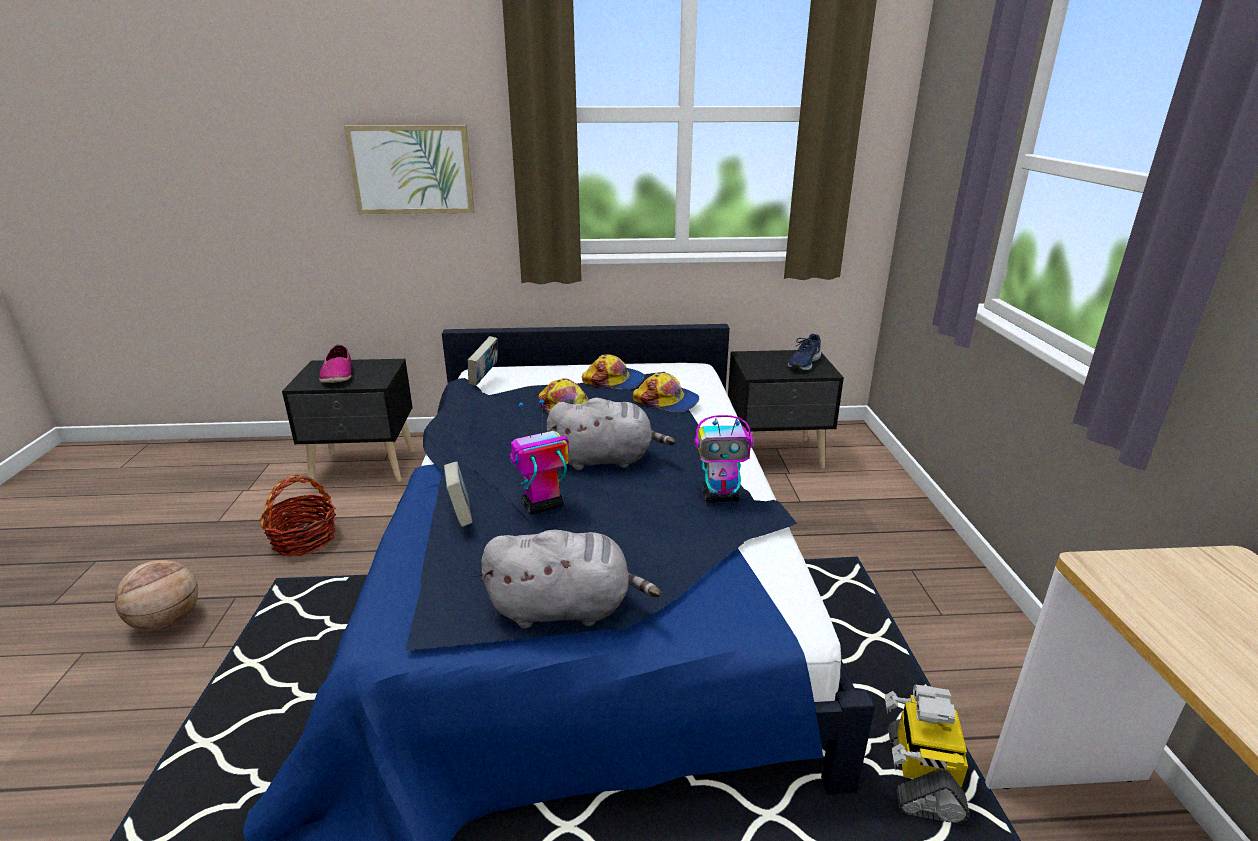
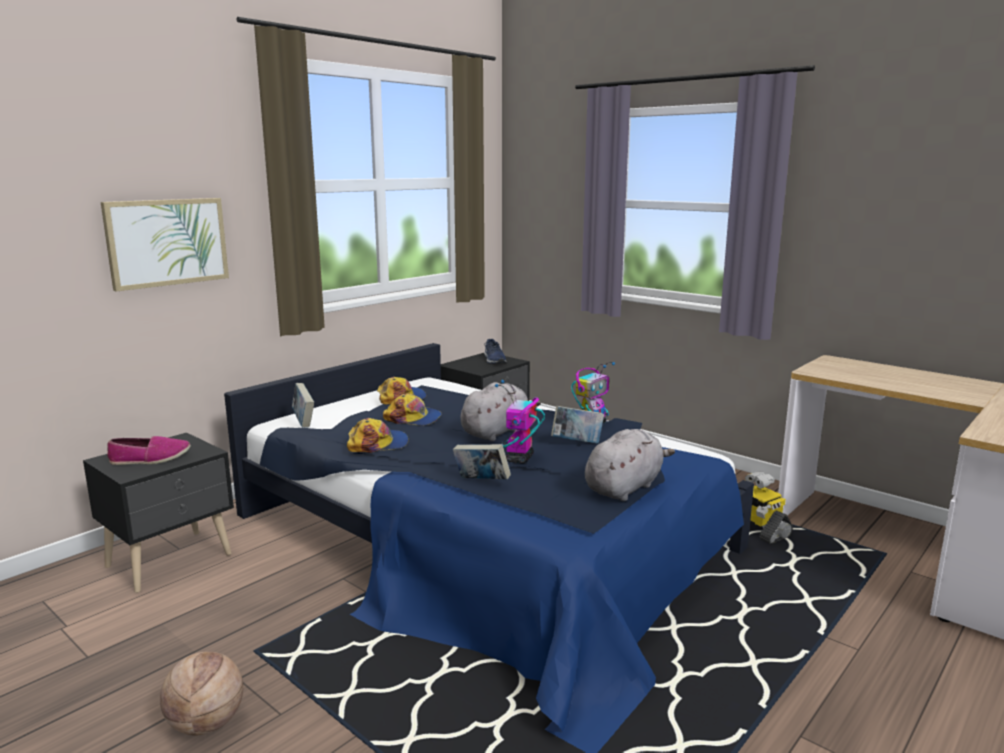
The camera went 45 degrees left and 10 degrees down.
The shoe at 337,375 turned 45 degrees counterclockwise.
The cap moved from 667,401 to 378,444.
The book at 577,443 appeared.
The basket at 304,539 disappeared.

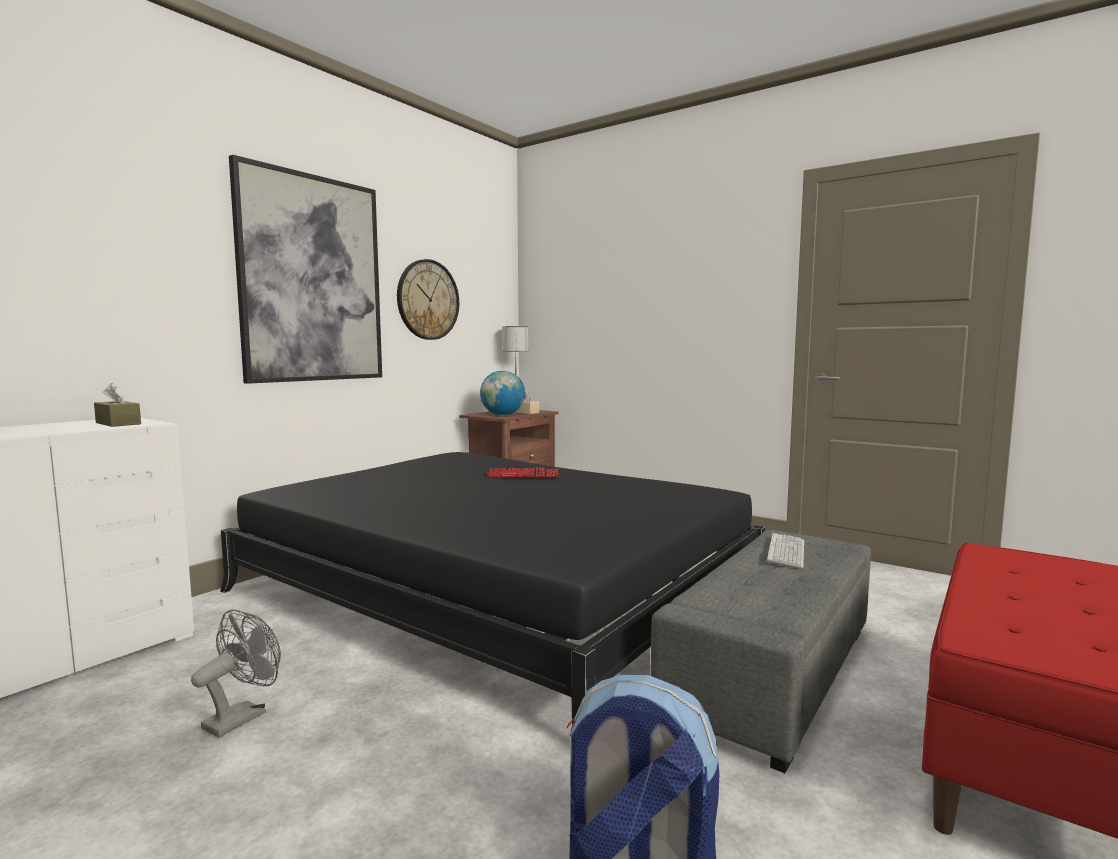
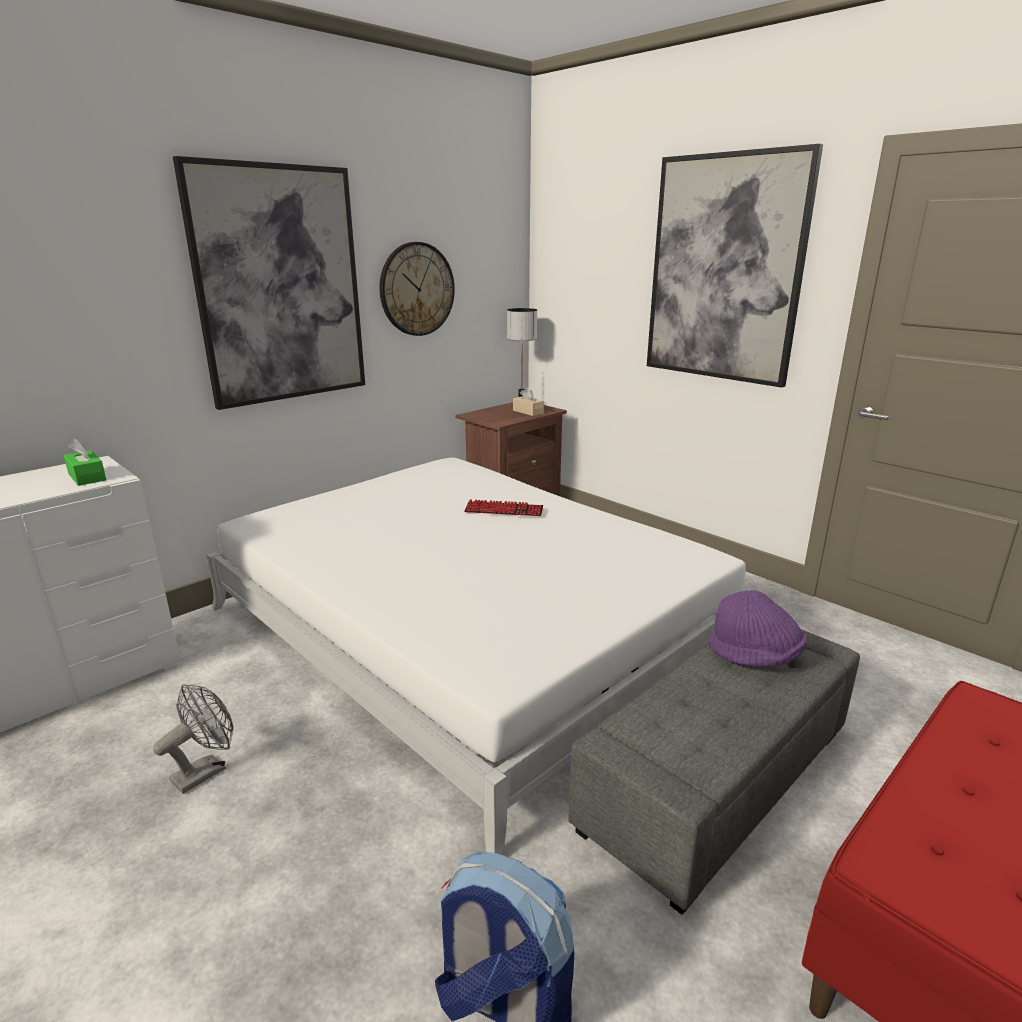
The camera went 10 degrees right and 15 degrees up.
The tissue box in brown at 118,423 became the tissue box in green at 87,477.
The bed in black at 496,589 became the bed in white at 468,630.
The picture at 725,270 appeared.
The keyboard at 786,552 was replaced by the hat in purple at 755,656.
The globe at 503,415 disappeared.

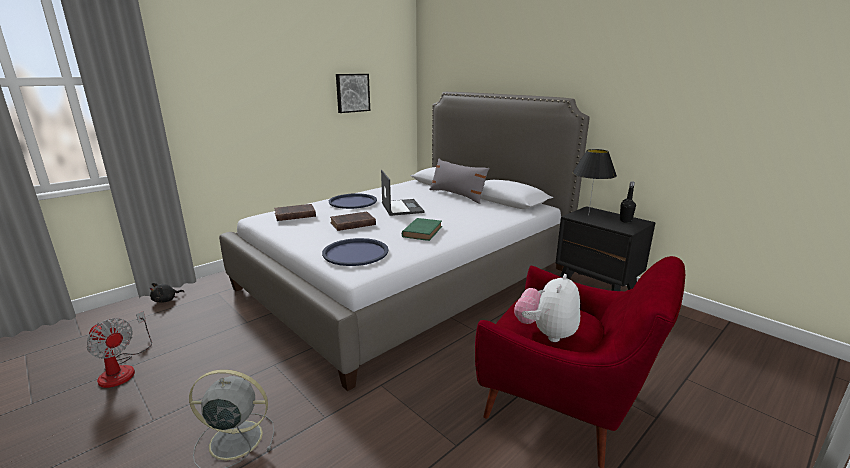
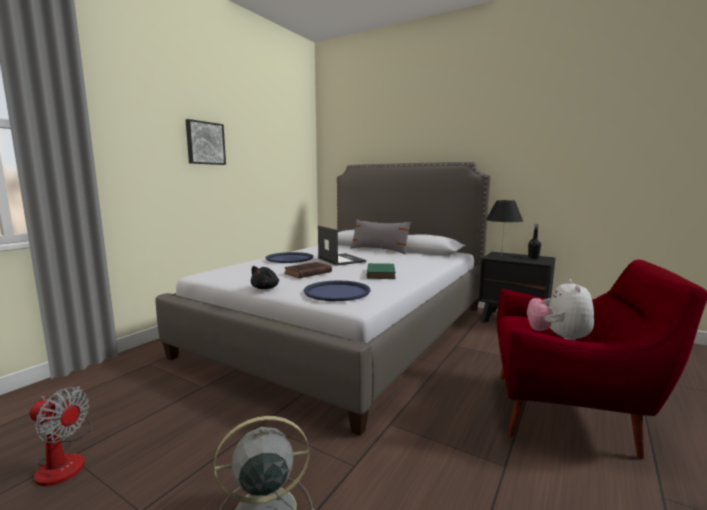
The camera went 15 degrees left and 10 degrees down.
The picture moved from 352,93 to 205,143.
The plush toy in black moved from 166,300 to 266,288.
The book in brown at 294,215 disappeared.

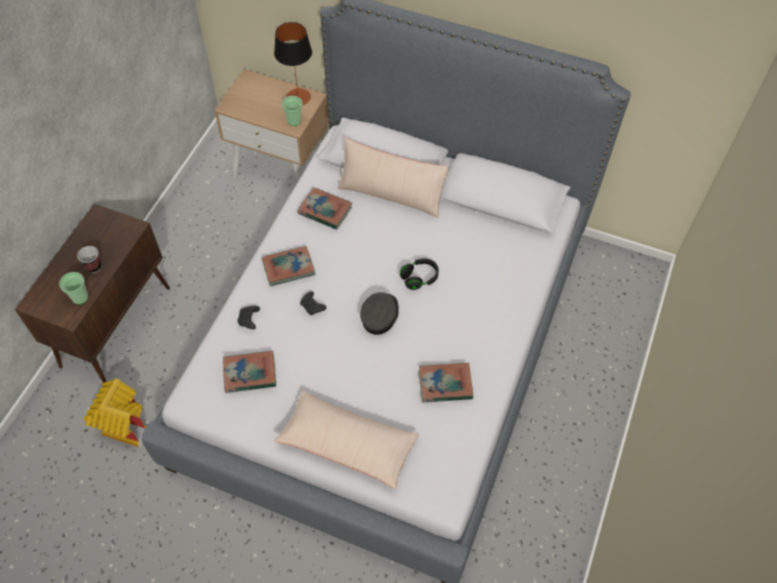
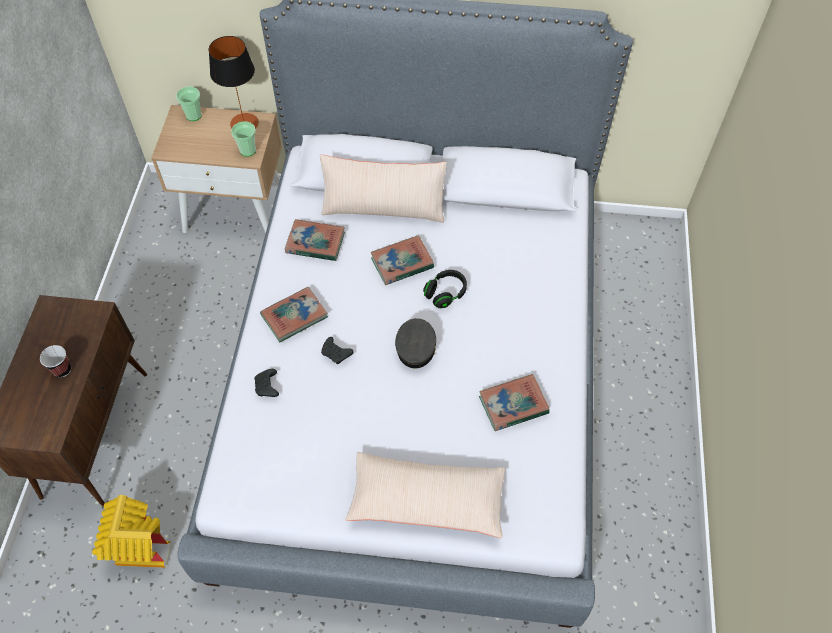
The camera went 15 degrees left and 0 degrees up.
The cup moved from 80,297 to 194,115.
The book moved from 250,374 to 402,263.

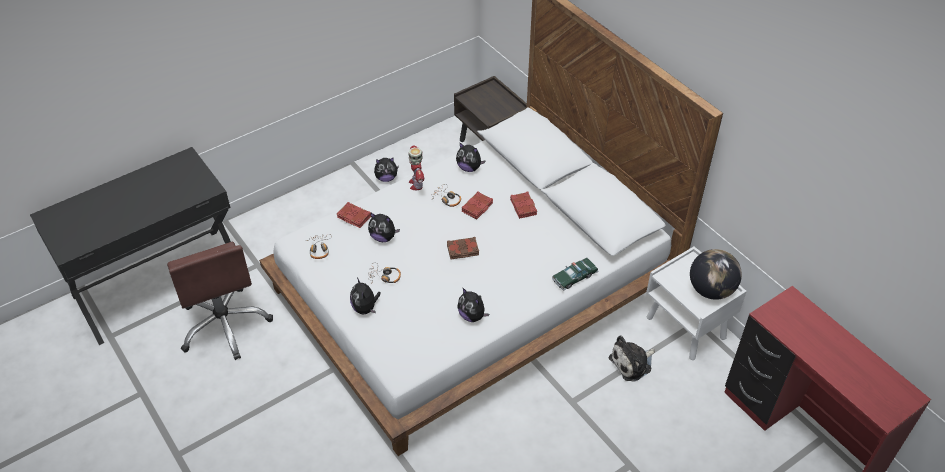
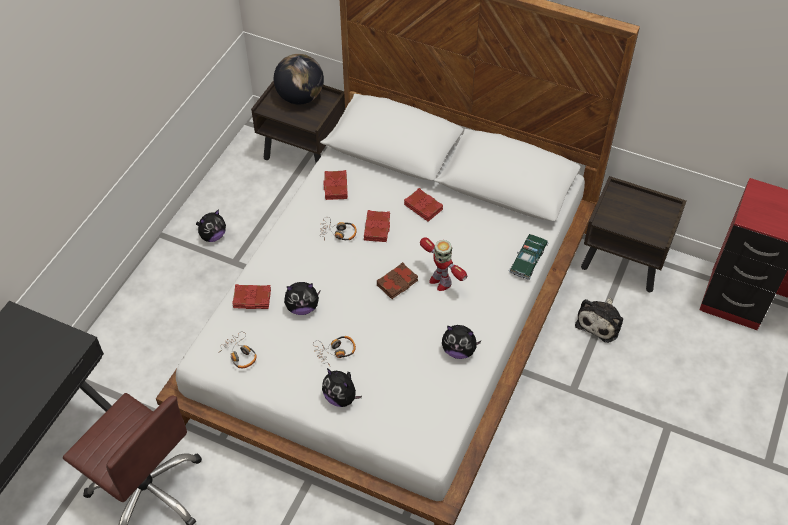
The camera went 30 degrees left and 5 degrees up.
The globe moved from 711,290 to 300,97.
The plush toy at 469,168 was replaced by the book in red at 335,187.
The toy robot moved from 416,184 to 440,281.
The nightstand in white at 686,328 became the nightstand in brown at 624,262.

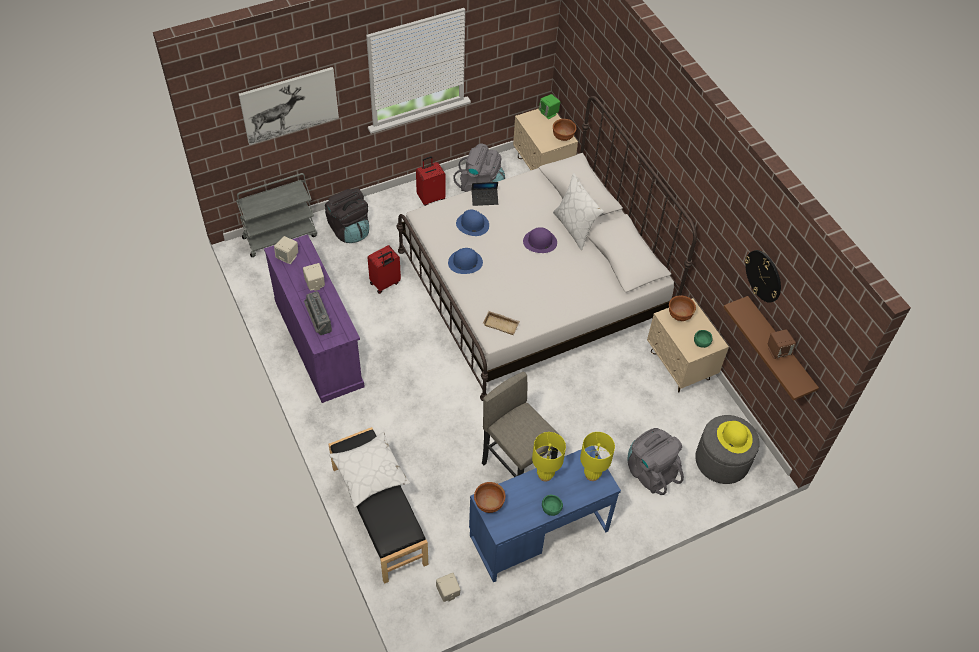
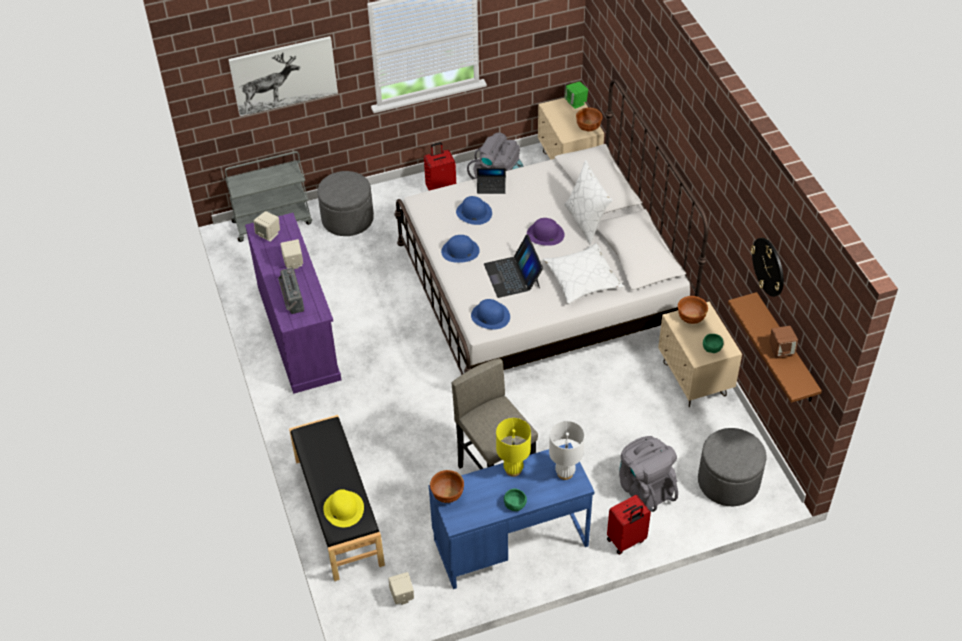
The camera went 10 degrees right and 5 degrees down.
The backpack in black at 349,230 was replaced by the ottoman in grey at 347,219.
The hat in yellow moved from 734,437 to 343,508.
The tray in beige at 501,324 was replaced by the hat in blue at 490,316.
The laptop at 512,275 appeared.
The pillow in white moved from 369,473 to 582,279.
The table lamp in yellow at 592,474 became the table lamp in white at 565,473.
The suitcase in red moved from 385,283 to 626,541.

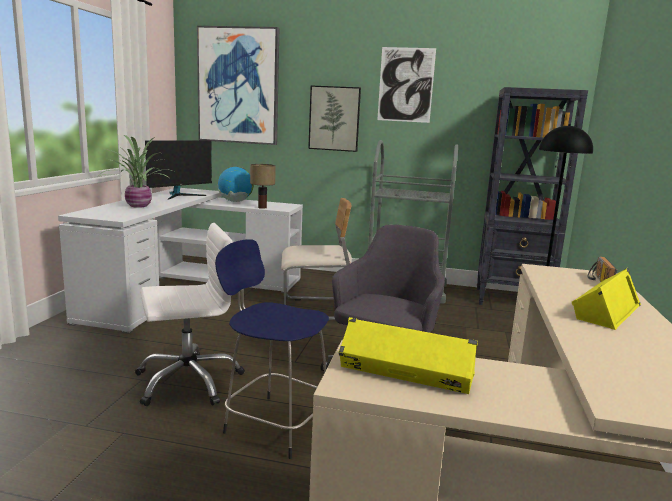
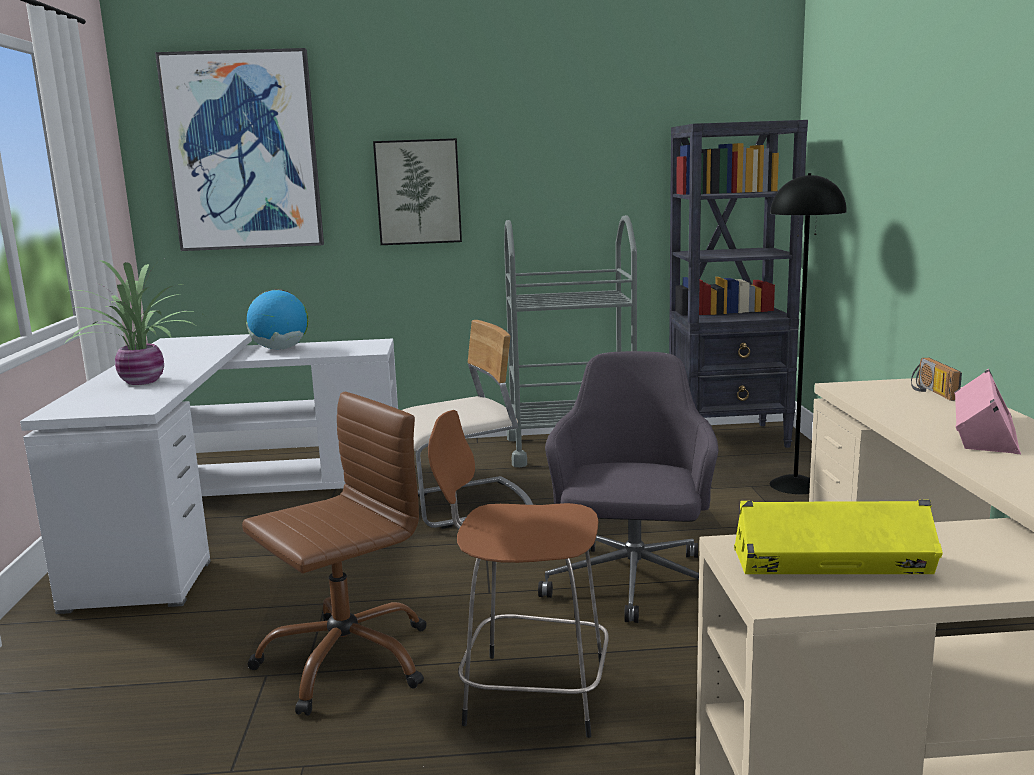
The camera went 15 degrees left and 0 degrees up.
The office chair in white at 188,381 became the office chair in brown at 345,660.
The stool in blue at 274,424 became the stool in brown at 529,693.
The speaker in yellow at 604,310 became the speaker in pink at 981,430.
The monitor at 180,195 disappeared.
The table lamp at 262,207 disappeared.
The picture at 406,85 disappeared.

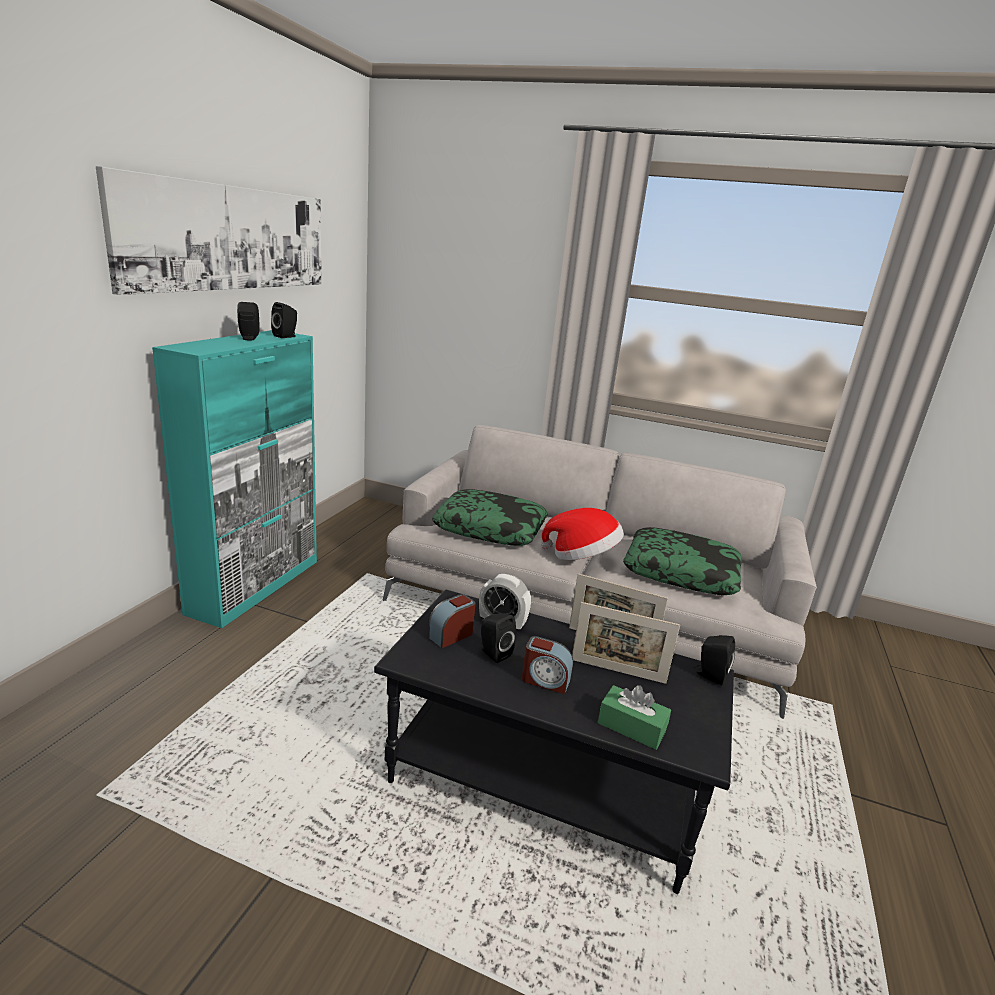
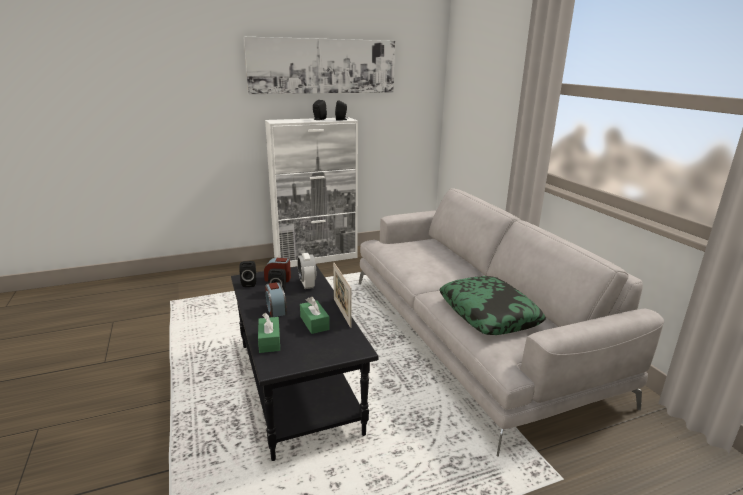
The camera went 50 degrees right and 0 degrees up.
The speaker in black moved from 709,675 to 249,283.
The cabinet in turquoise at 256,586 became the cabinet in white at 316,258.
The picture frame at 618,671 was replaced by the tissue box in green at 314,323.
The pillow at 490,528 disappeared.
The hat at 582,557 disappeared.

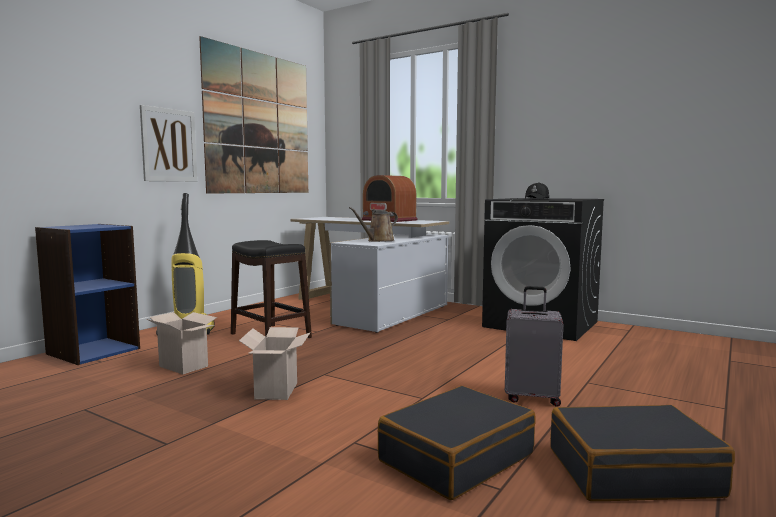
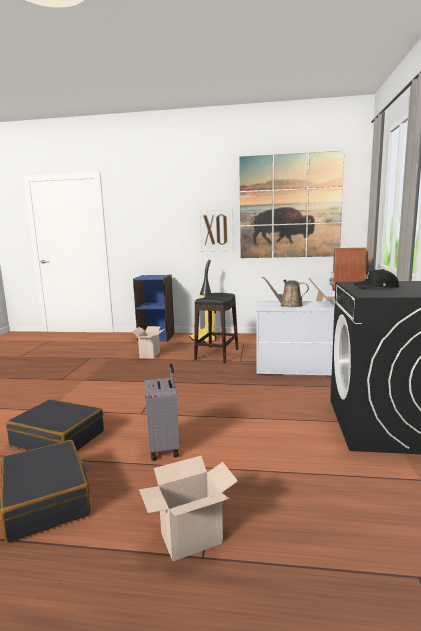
The camera went 65 degrees right and 5 degrees up.
The cardboard box moved from 277,391 to 190,540.

